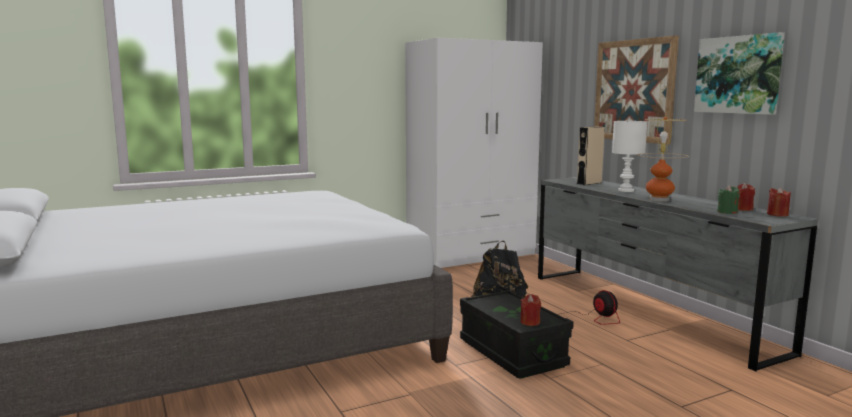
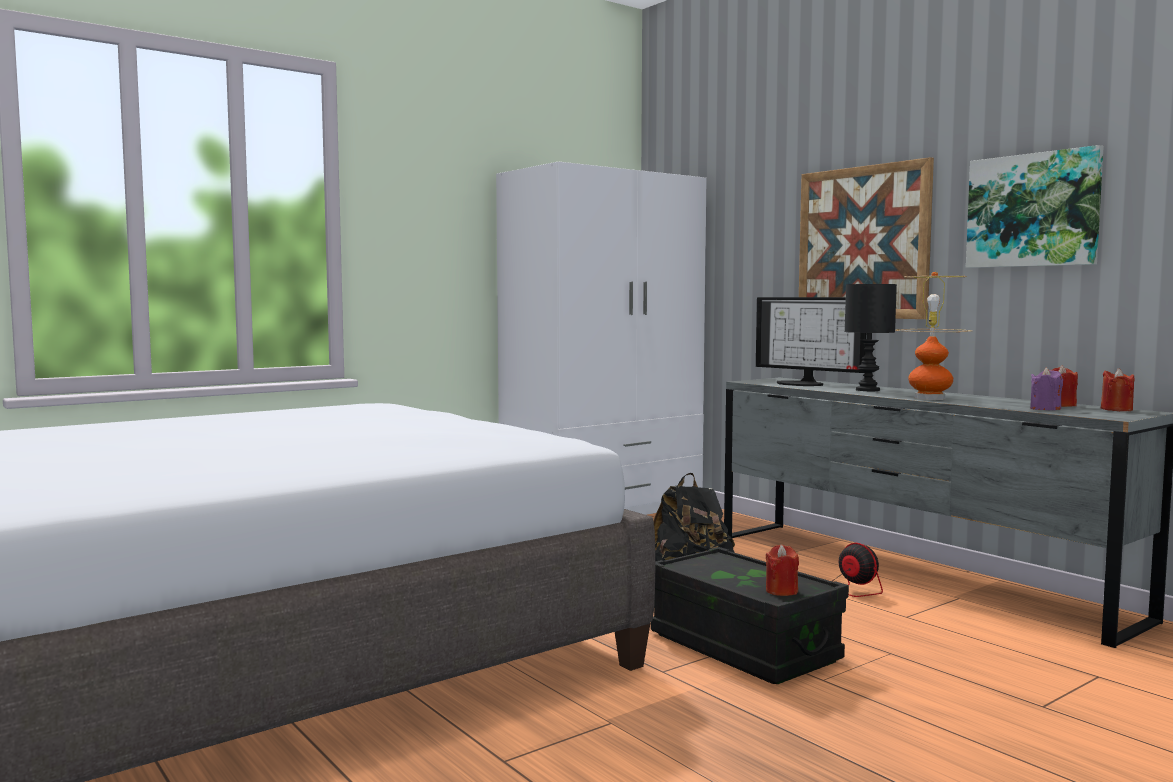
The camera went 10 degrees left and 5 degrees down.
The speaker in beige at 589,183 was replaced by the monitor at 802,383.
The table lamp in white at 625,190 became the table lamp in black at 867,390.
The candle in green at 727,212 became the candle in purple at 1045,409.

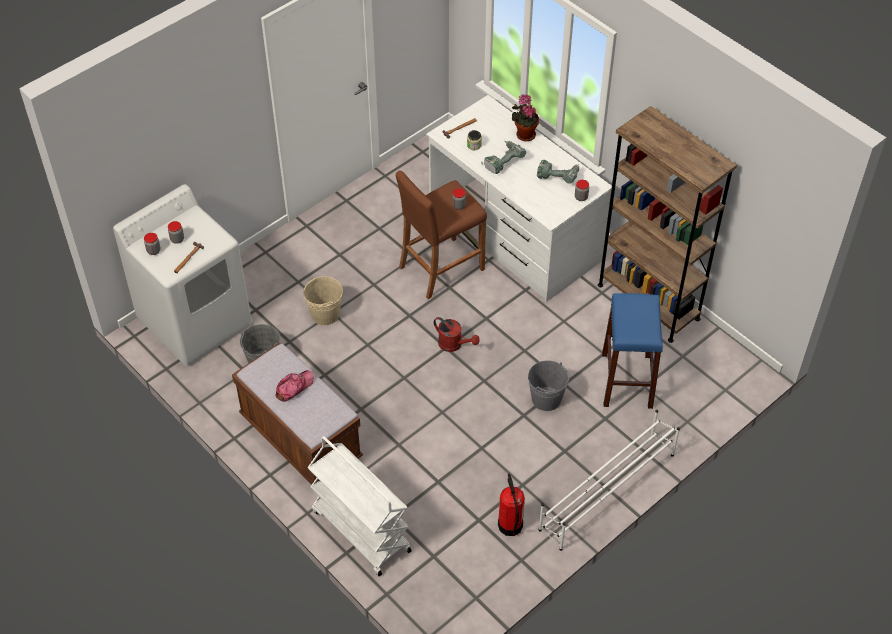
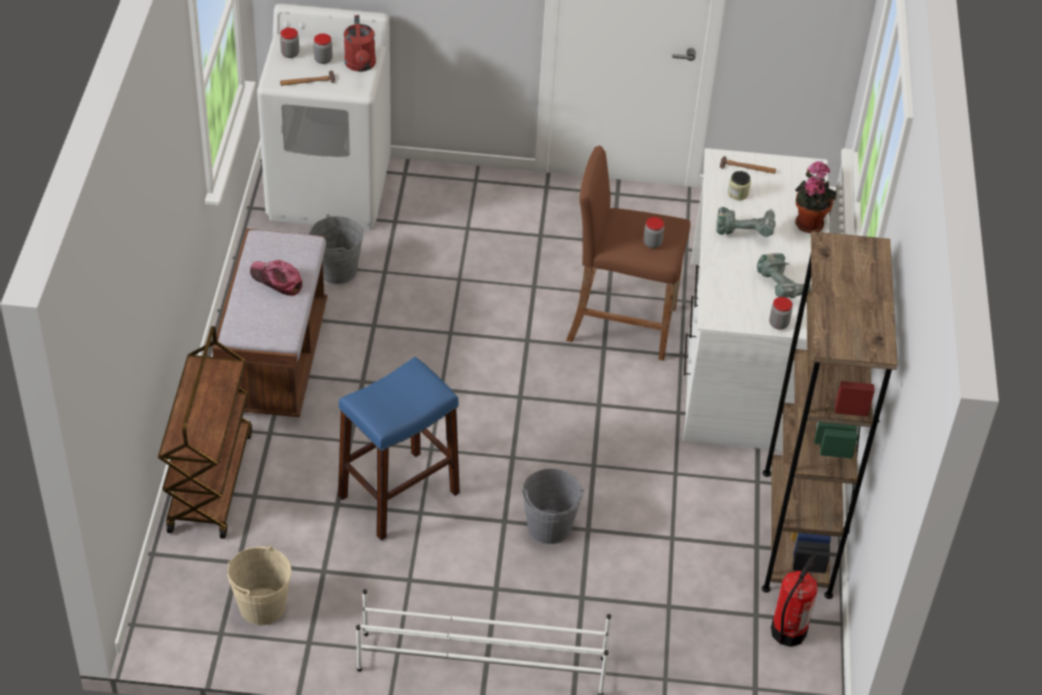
The camera went 45 degrees right and 5 degrees down.
The cart in white at 360,530 became the cart in brown at 209,481.
The bucket in beige moved from 325,314 to 262,606.
The cap at 294,387 turned 150 degrees counterclockwise.
The stool in blue moved from 627,380 to 399,494.
The watering can in red moved from 454,345 to 361,65.
The fire extinguisher moved from 510,525 to 787,632.

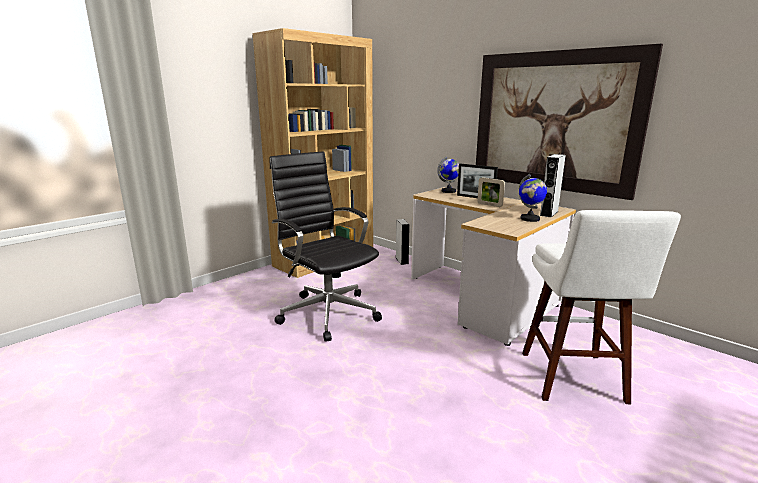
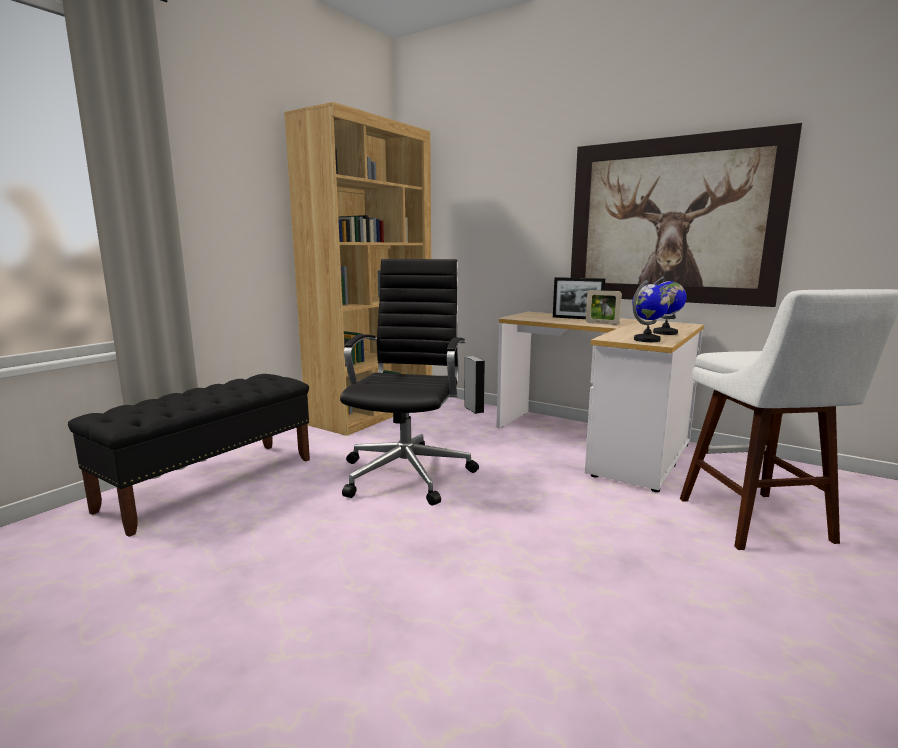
The camera went 10 degrees left and 5 degrees down.
The bench in black at 212,483 appeared.
The office chair in black at 327,312 turned 60 degrees clockwise.
The globe moved from 449,191 to 647,340.
The speaker in grey at 549,213 disappeared.

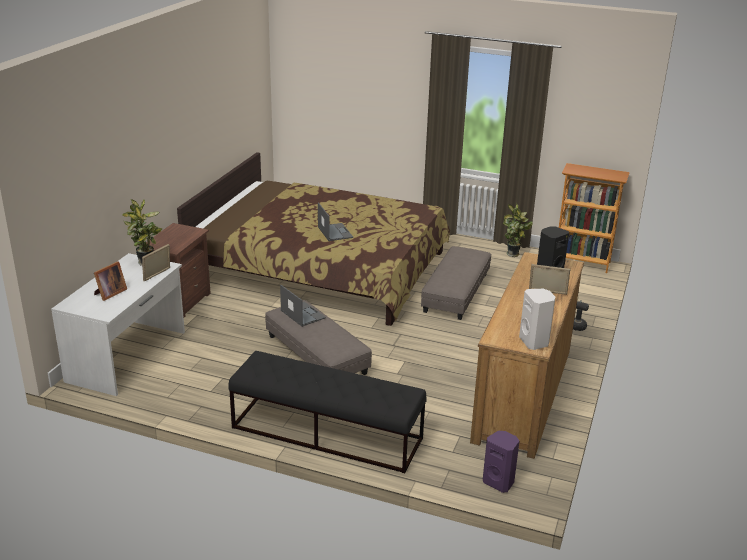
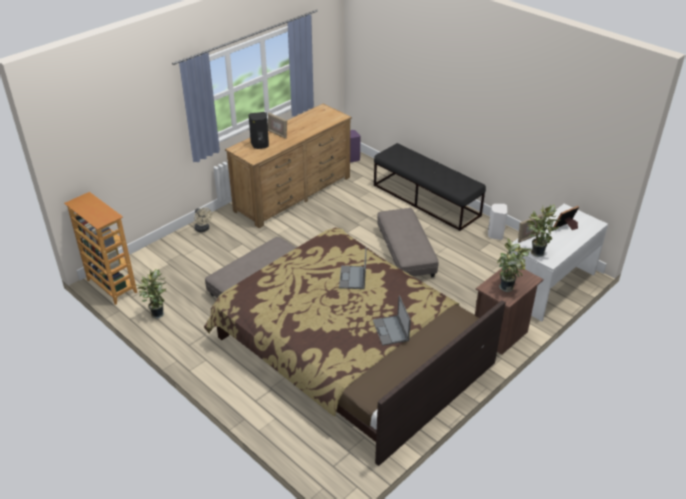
The camera went 155 degrees left and 10 degrees up.
The laptop moved from 302,314 to 391,331.
The speaker in white moved from 534,342 to 495,234.
The potted plant at 508,287 appeared.

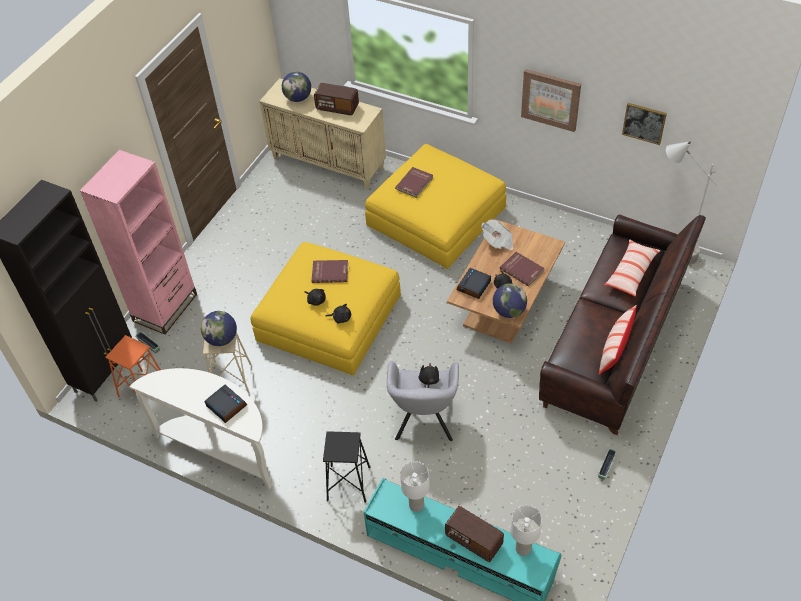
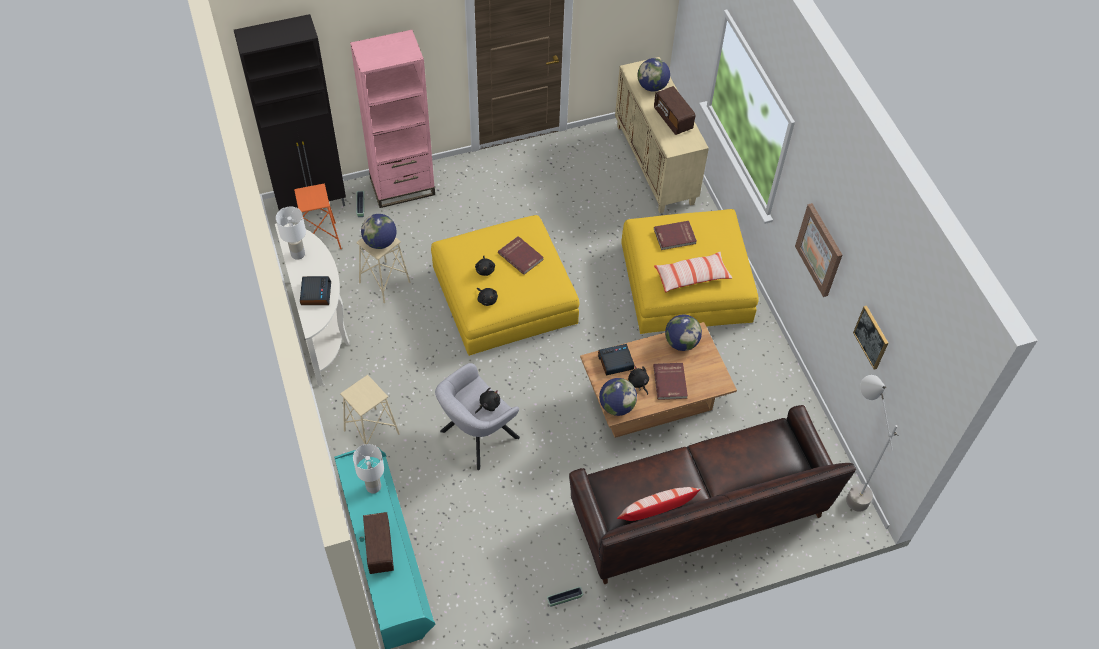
The camera went 40 degrees right and 5 degrees up.
The table lamp in white moved from 523,549 to 297,254.
The stool in black at 348,483 became the stool in beige at 371,432.
The pillow moved from 631,272 to 691,276.
The newspaper at 498,241 was replaced by the globe at 681,342.

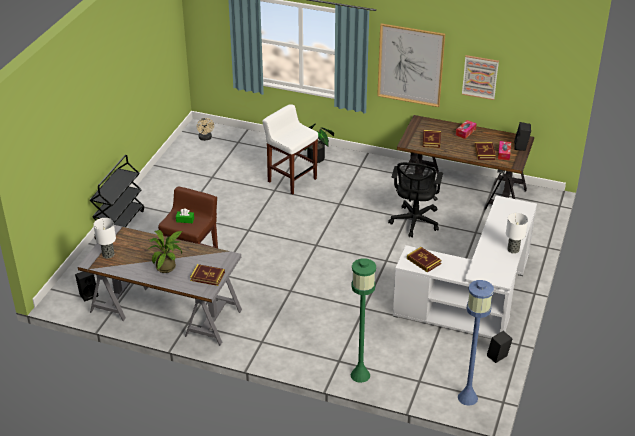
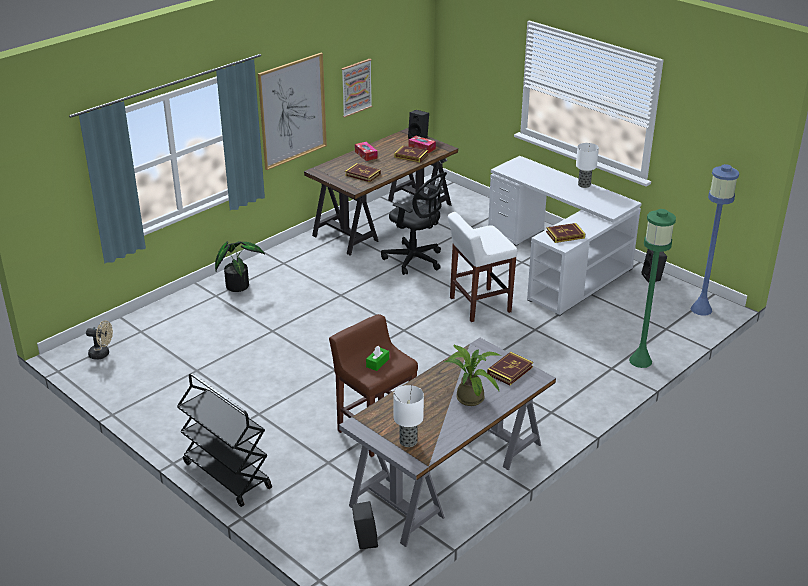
The camera went 65 degrees left and 5 degrees down.
The stool in white moved from 291,180 to 479,305.

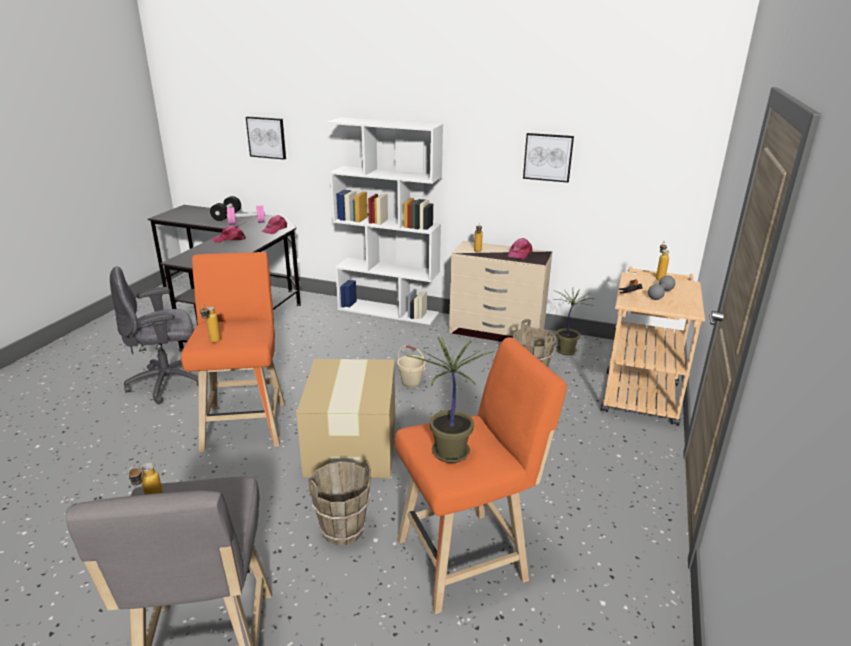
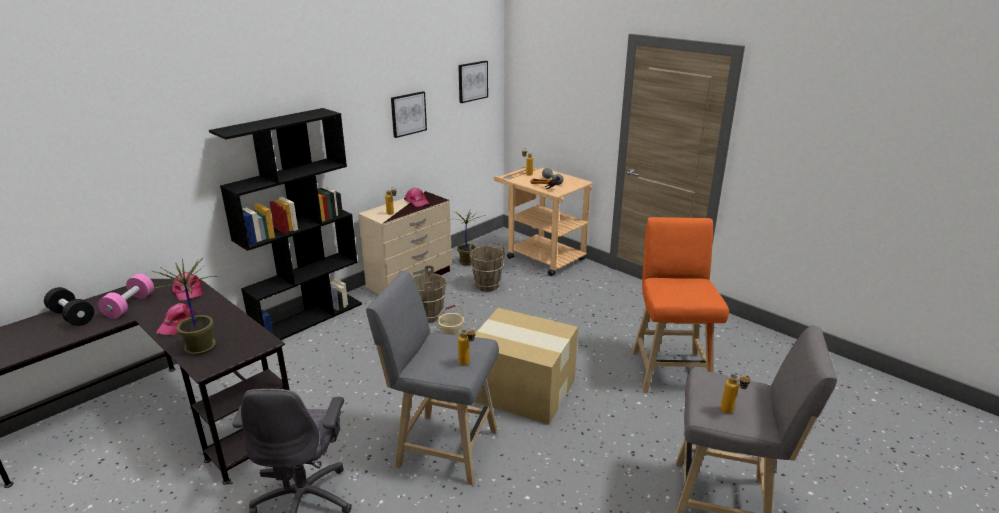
The camera went 65 degrees left and 0 degrees up.
The potted plant moved from 450,453 to 201,348.
The bookcase in white at 388,311 became the bookcase in black at 308,318.
The stool in orange at 245,423 became the stool in grey at 442,447.
The bucket in brown moved from 342,529 to 428,316.
The picture moved from 266,137 to 472,81.

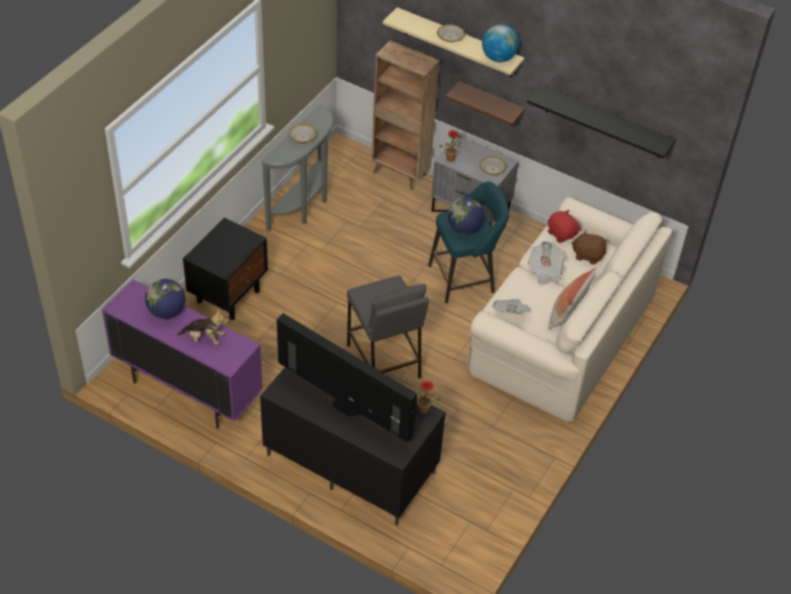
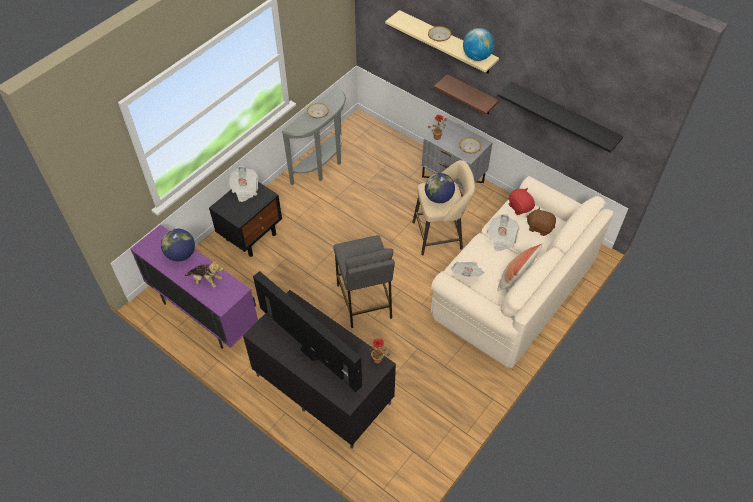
The camera went 10 degrees right and 5 degrees up.
The newspaper at 244,190 appeared.
The stool in turquoise at 465,278 became the stool in beige at 440,235.
The bookcase in brown at 400,174 disappeared.

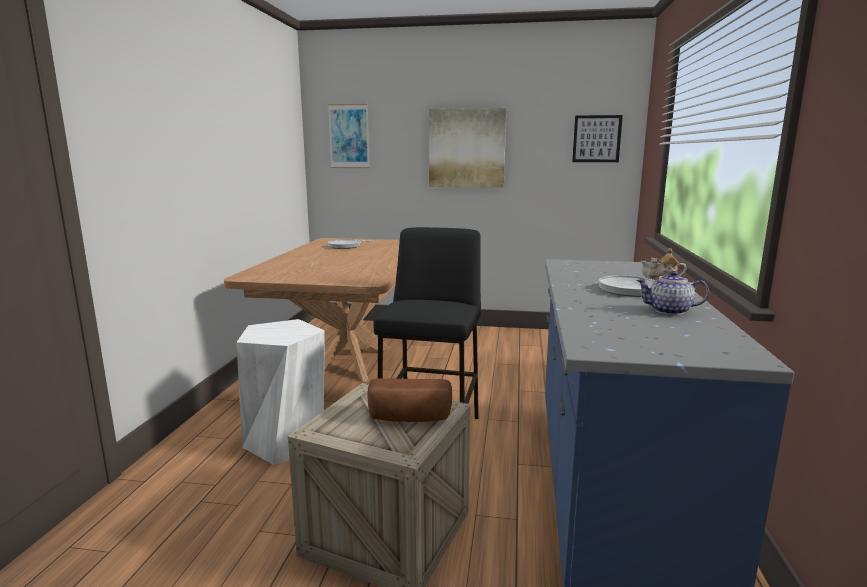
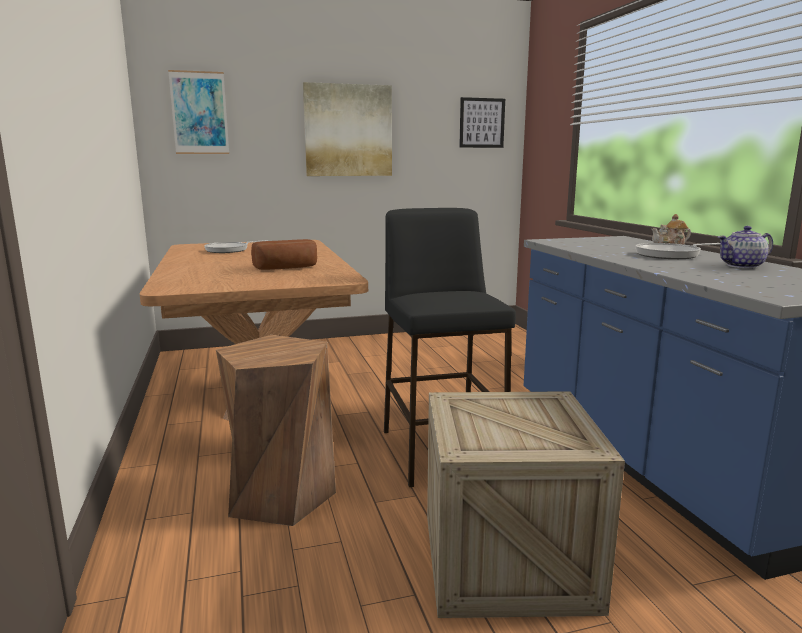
The camera went 25 degrees left and 0 degrees up.
The stool in white at 286,441 became the stool in brown at 280,495.
The bread moved from 409,418 to 287,268.

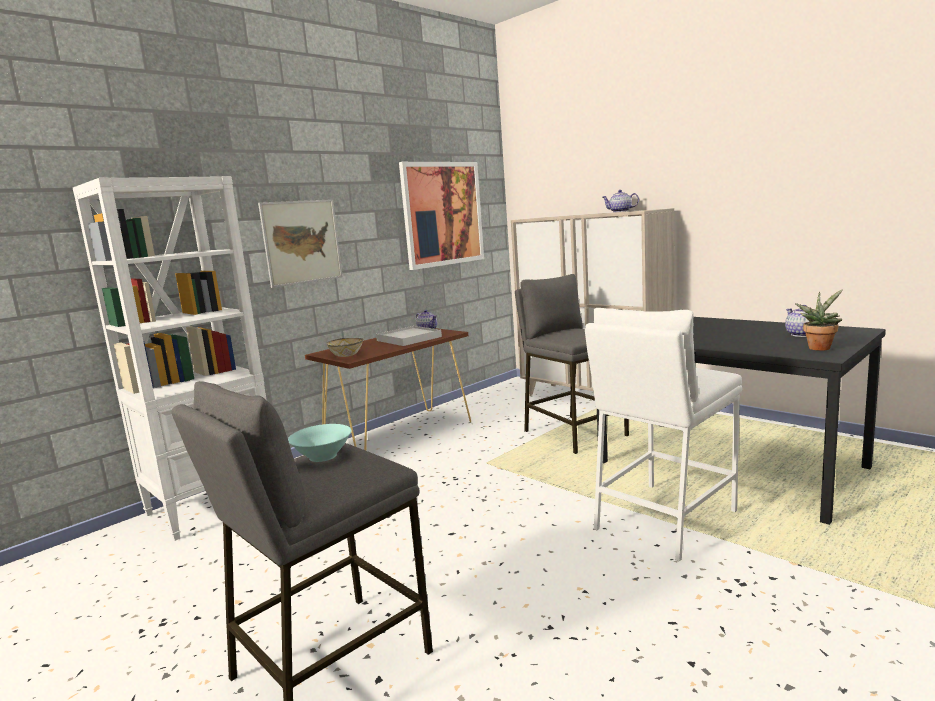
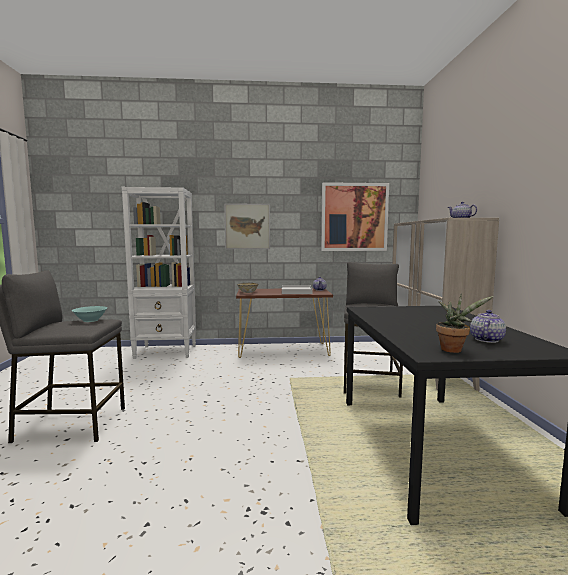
The camera went 40 degrees right and 5 degrees down.
The stool in white at 663,520 disappeared.

